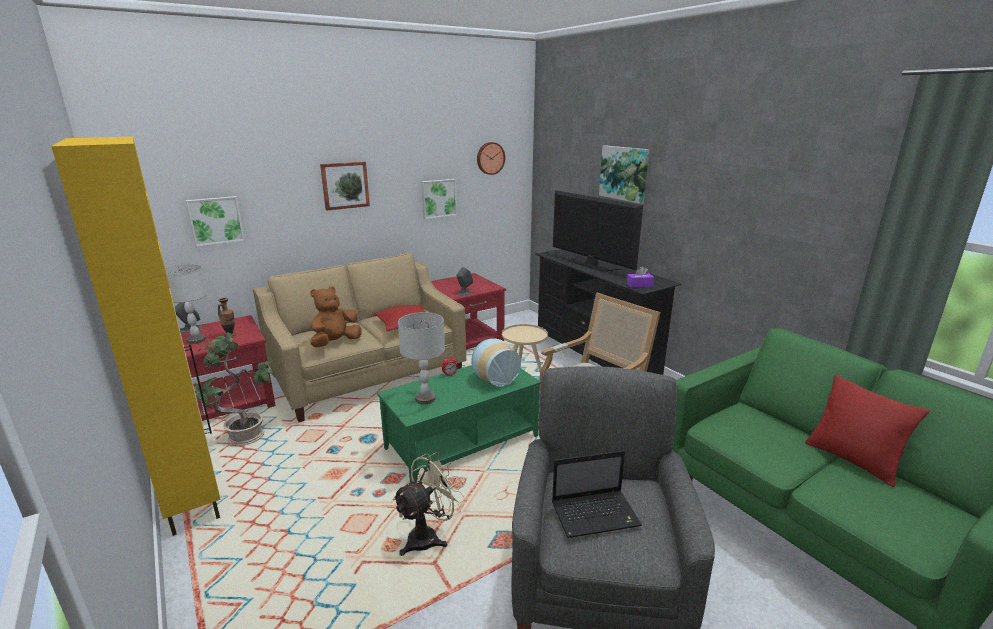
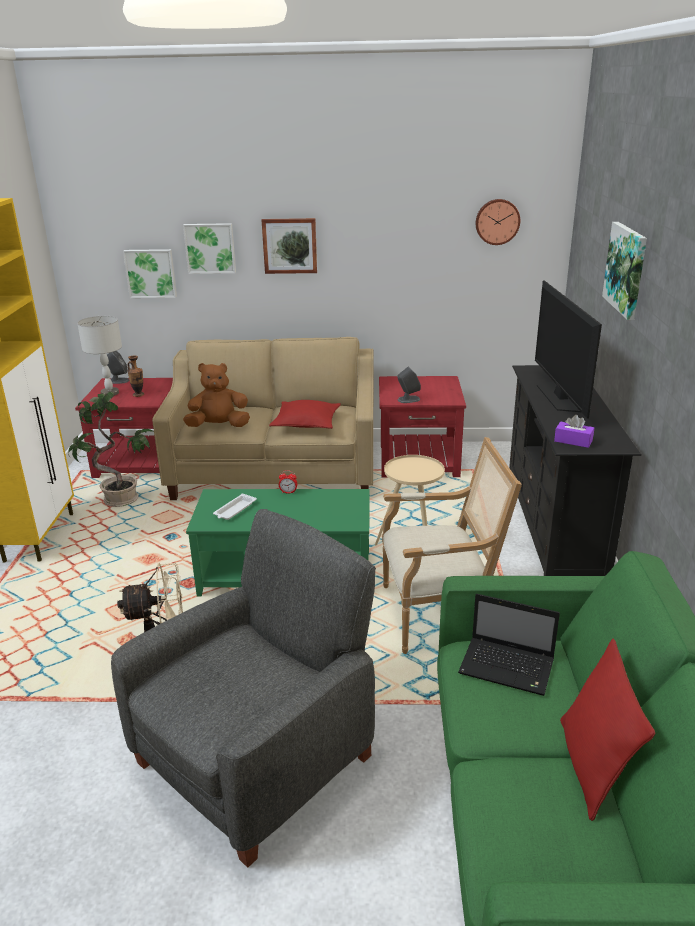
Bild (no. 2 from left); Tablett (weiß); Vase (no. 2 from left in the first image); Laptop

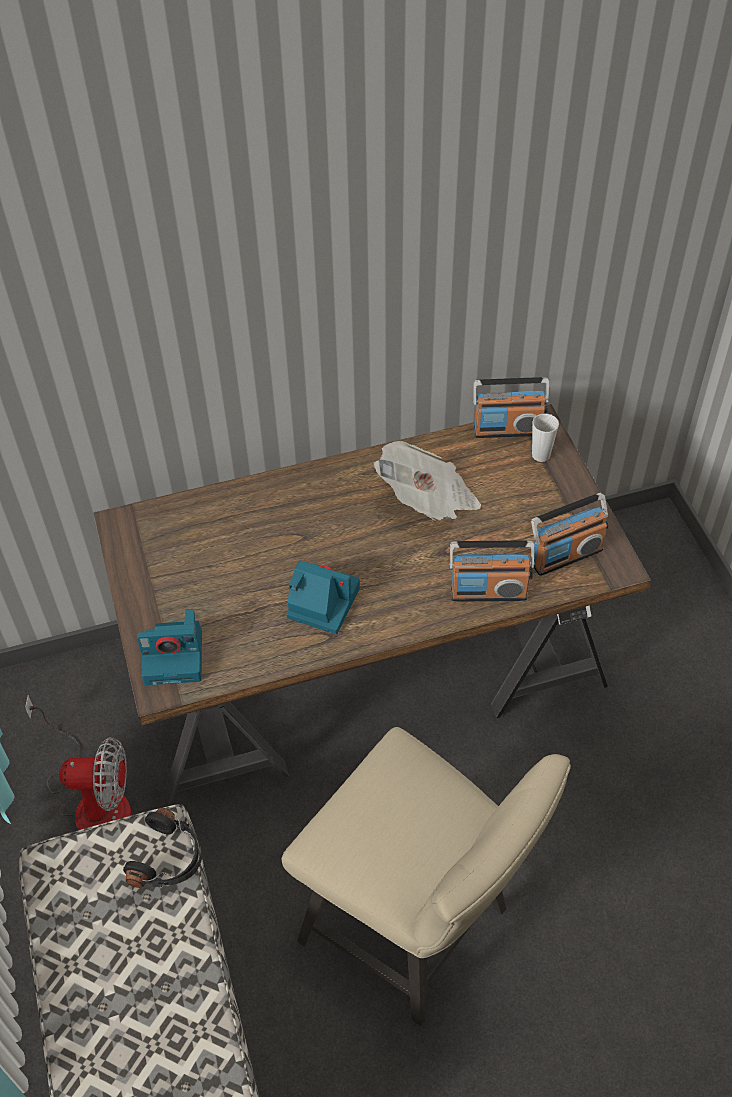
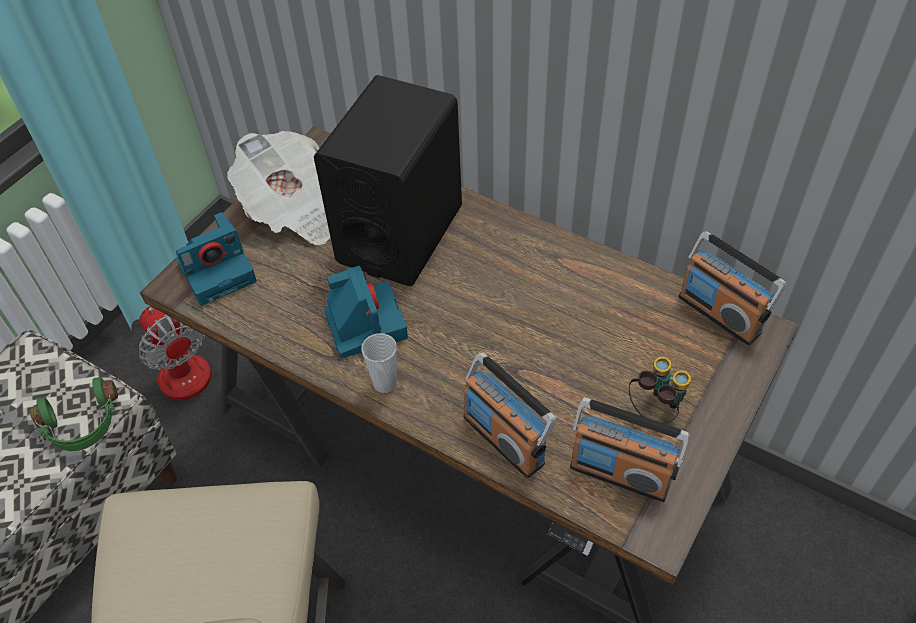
Tasse; Zeitung; Kamera (no. 1 from left); Kopfhörer (grün); Lautsprecher (schwarz); Fernglas

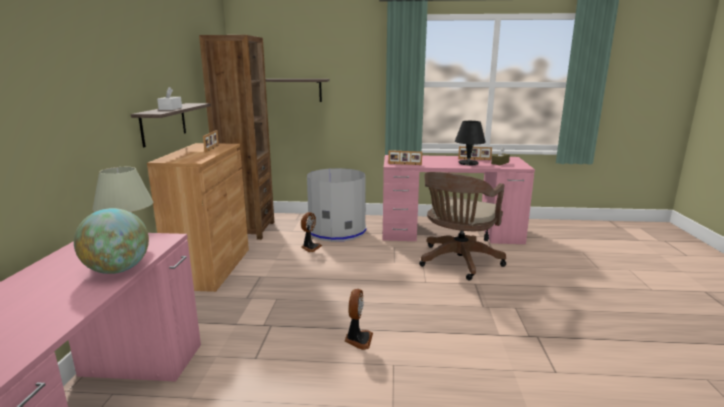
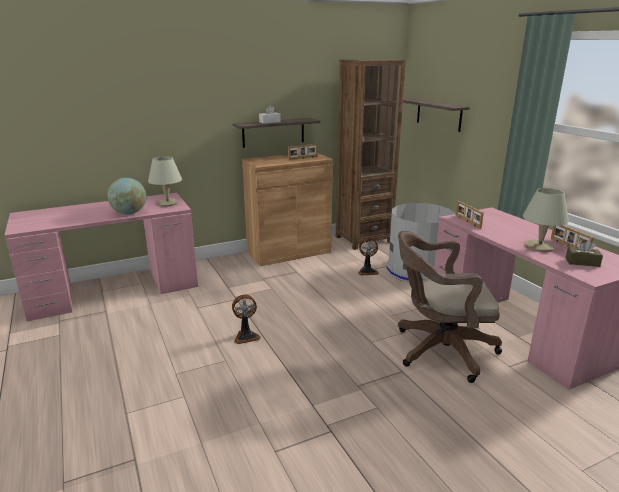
Tischlampe (beige) (no. 2 from left)

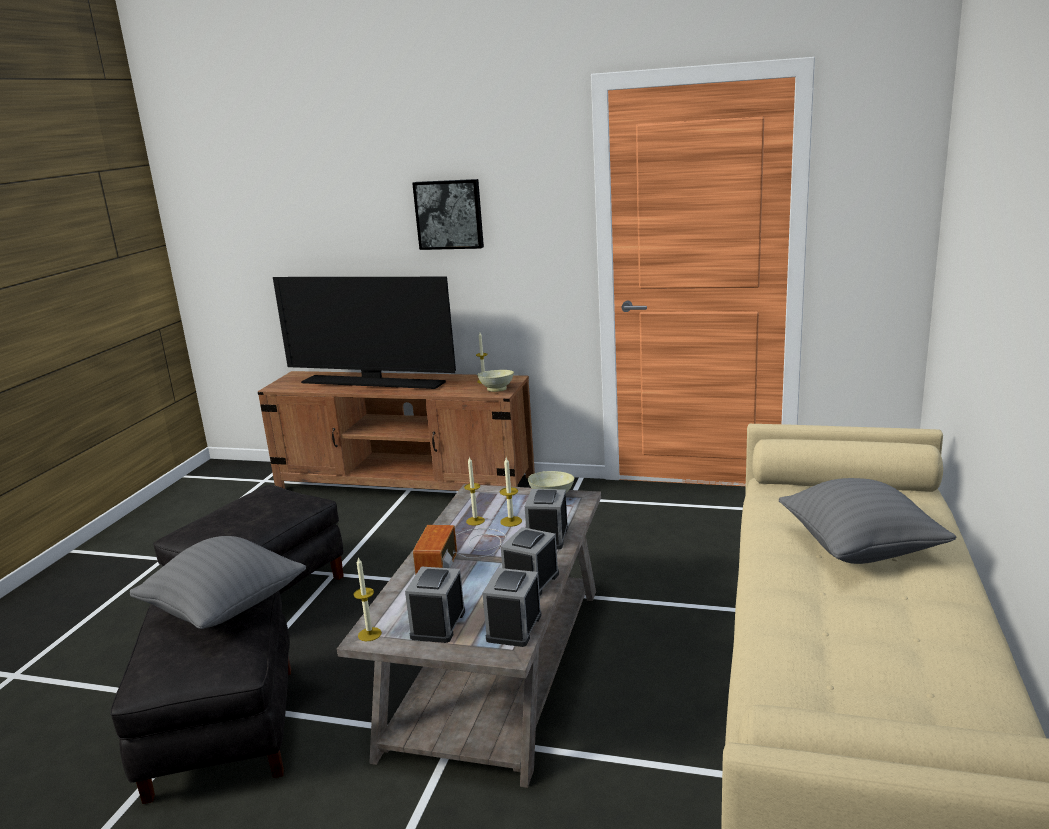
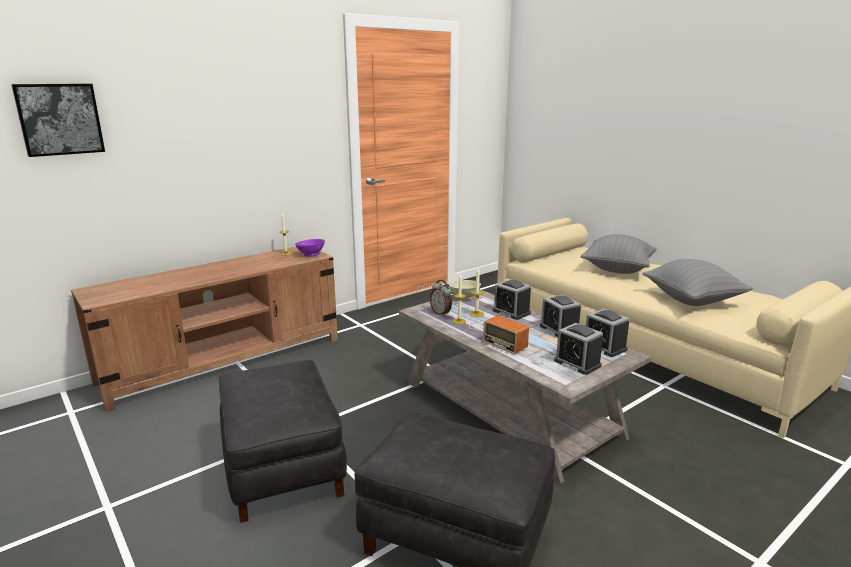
Bild; Fernseher; Schüssel (lila); Kissen (grau) (no. 2 from left); Kerze (no. 1 from left in the first image); Wecker (no. 1 from left)

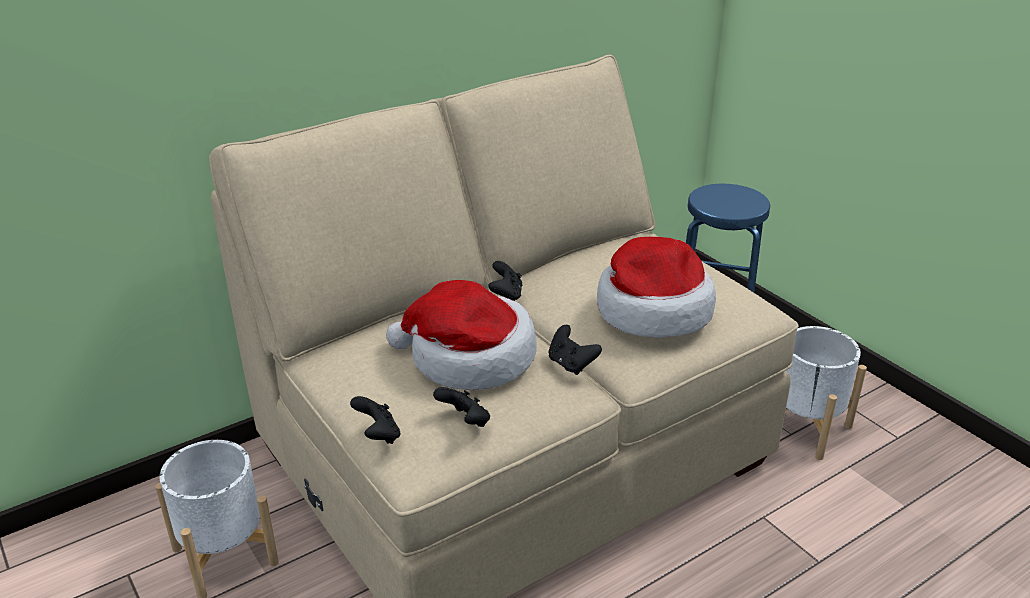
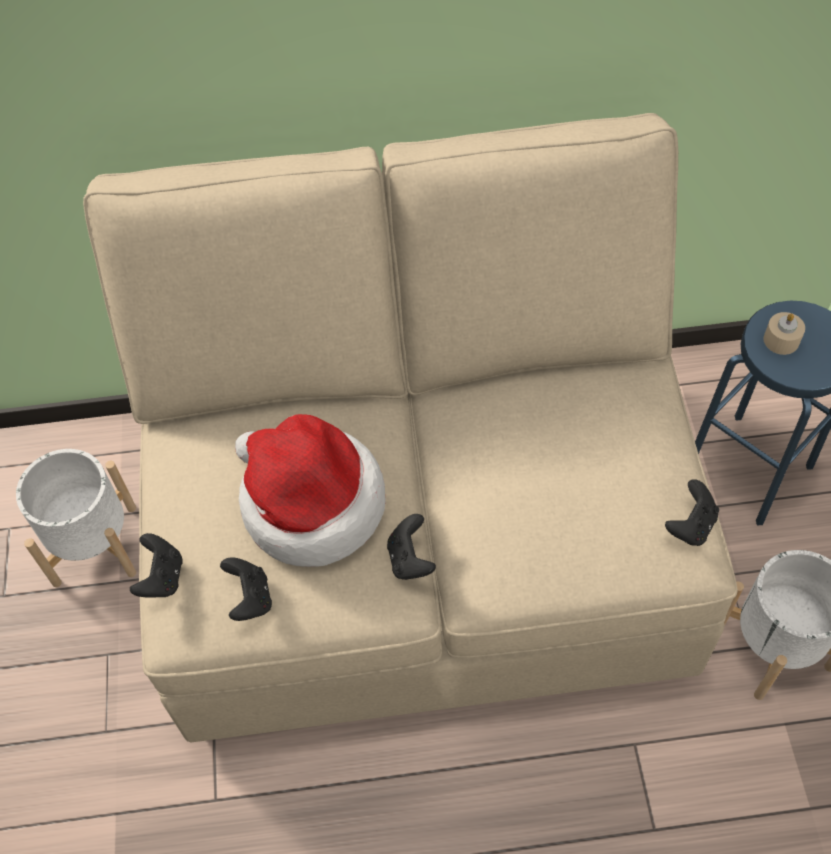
Hut (no. 2 from left in the first image); Gamepad (schwarz) (no. 4 from left); Kerze (beige)

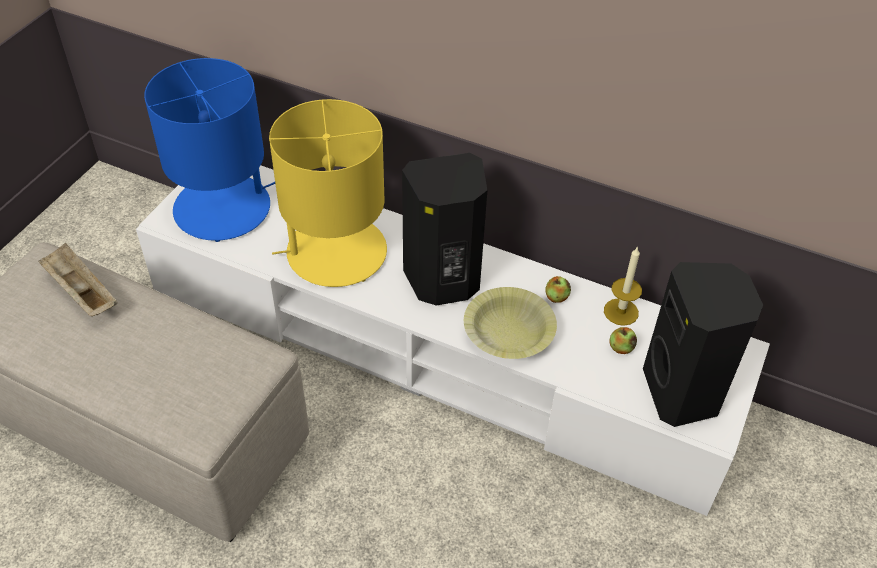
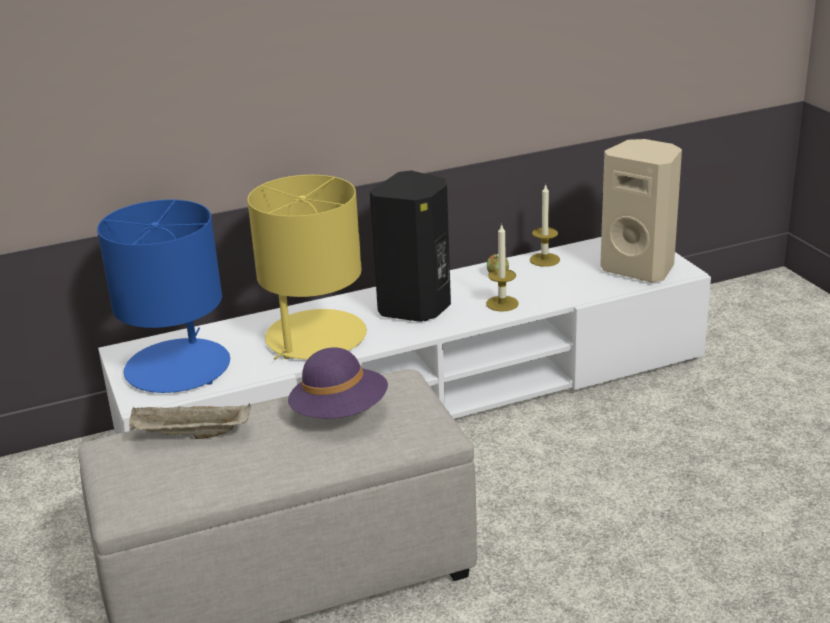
Lautsprecher (beige); Kerze (no. 1 from left); Apfel (no. 2 from left in the first image); Hut (lila)

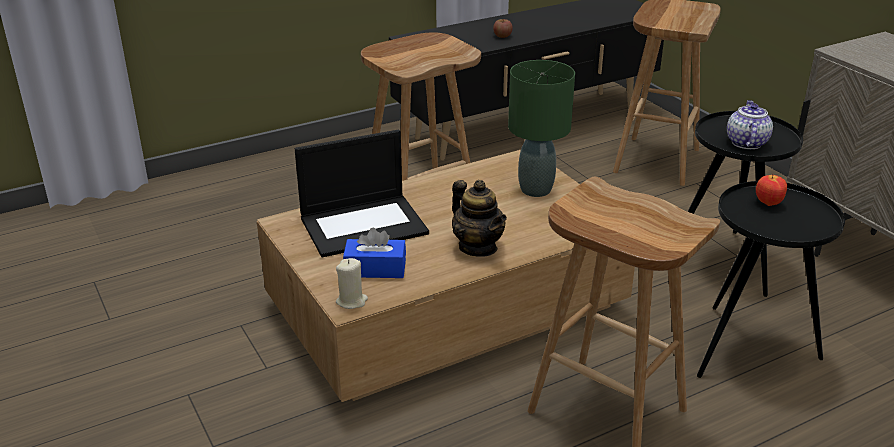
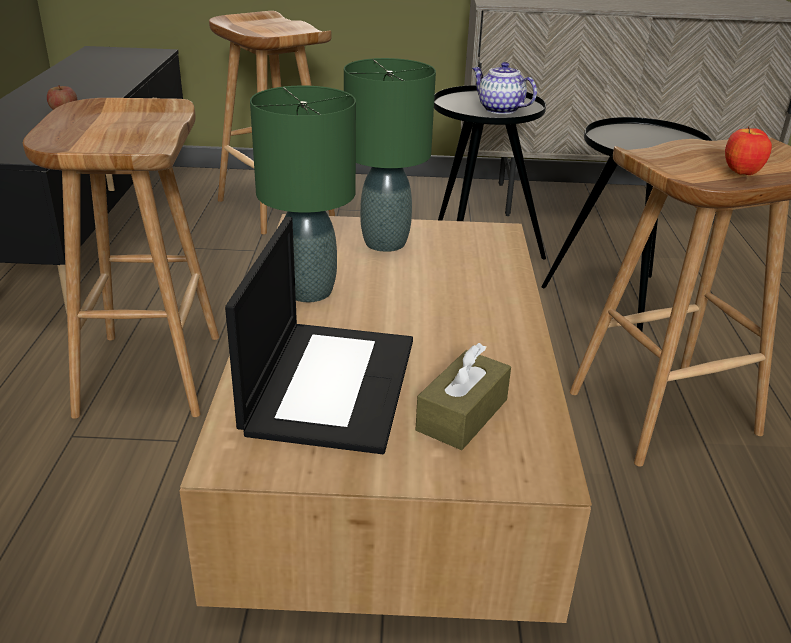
Apfel (no. 2 from left); Teekanne (no. 1 from left in the first image); Taschentuchbox (braun); Kerze (beige); Tischlampe (grün) (no. 1 from left)

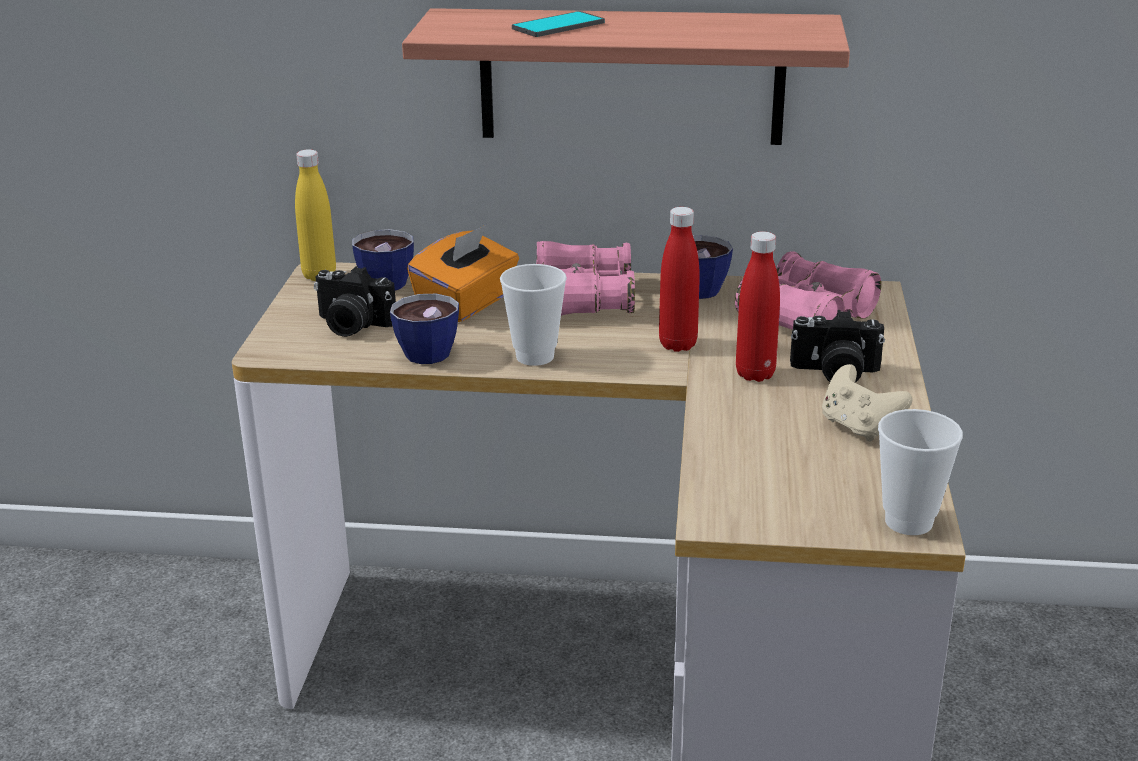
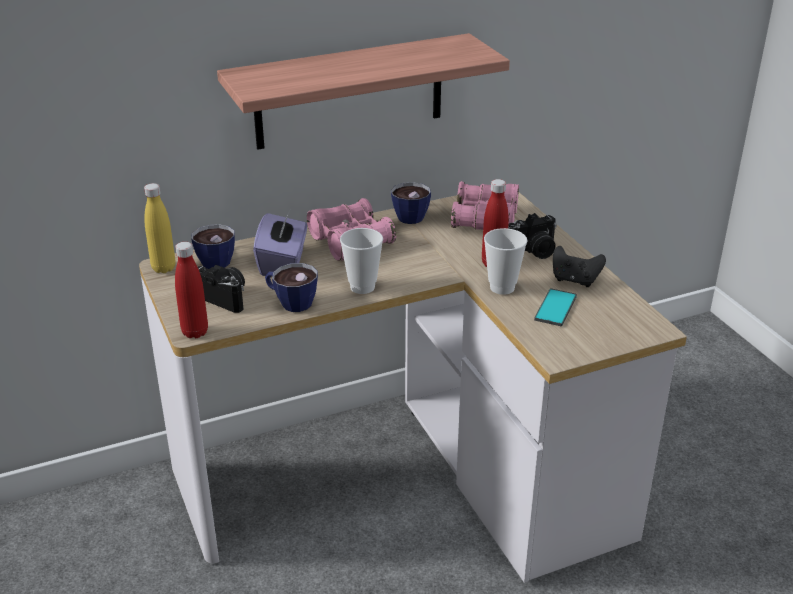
Handy; Flasche (rot) (no. 1 from left); Taschentuchbox (lila); Kamera (no. 1 from left); Gamepad (schwarz); Tasse (no. 5 from left)

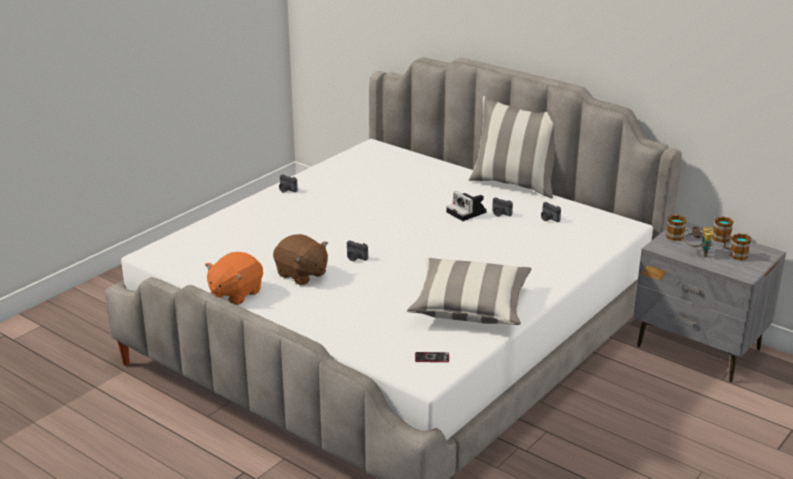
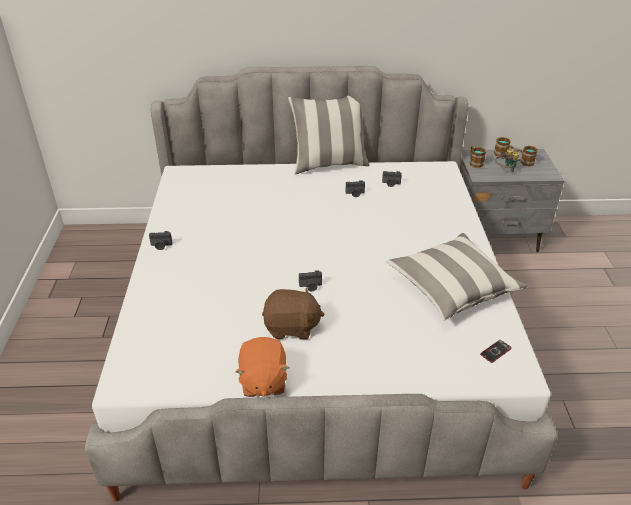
Kamera (no. 3 from left in the first image)

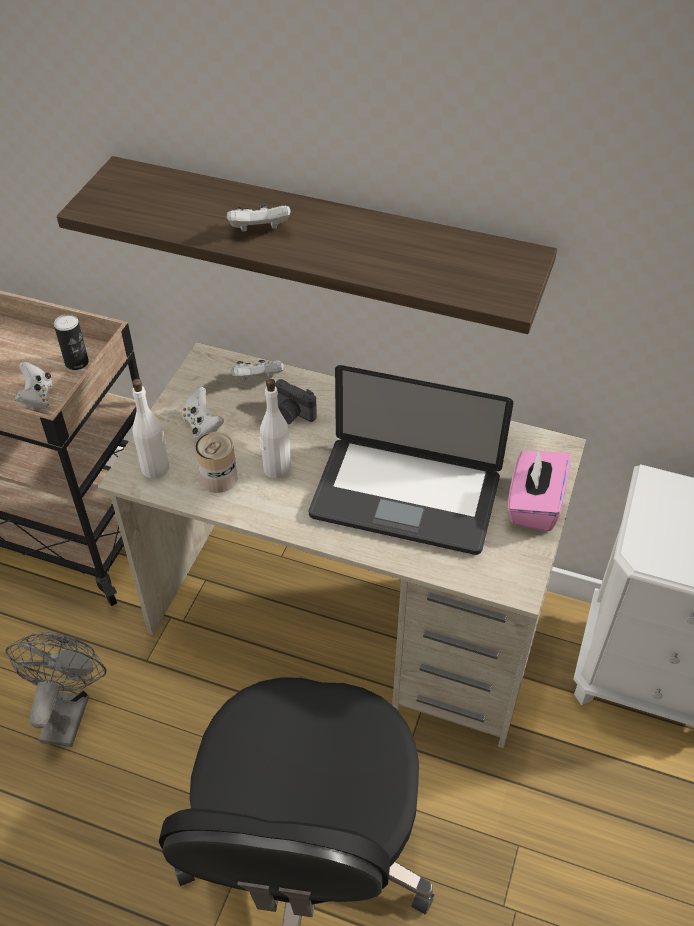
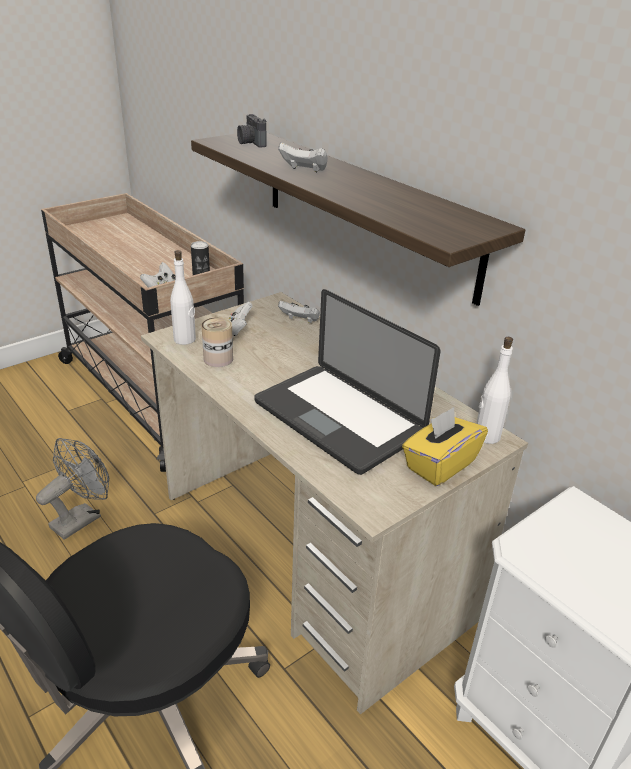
Flasche (weiß) (no. 2 from left); Kamera; Taschentuchbox (gelb)

